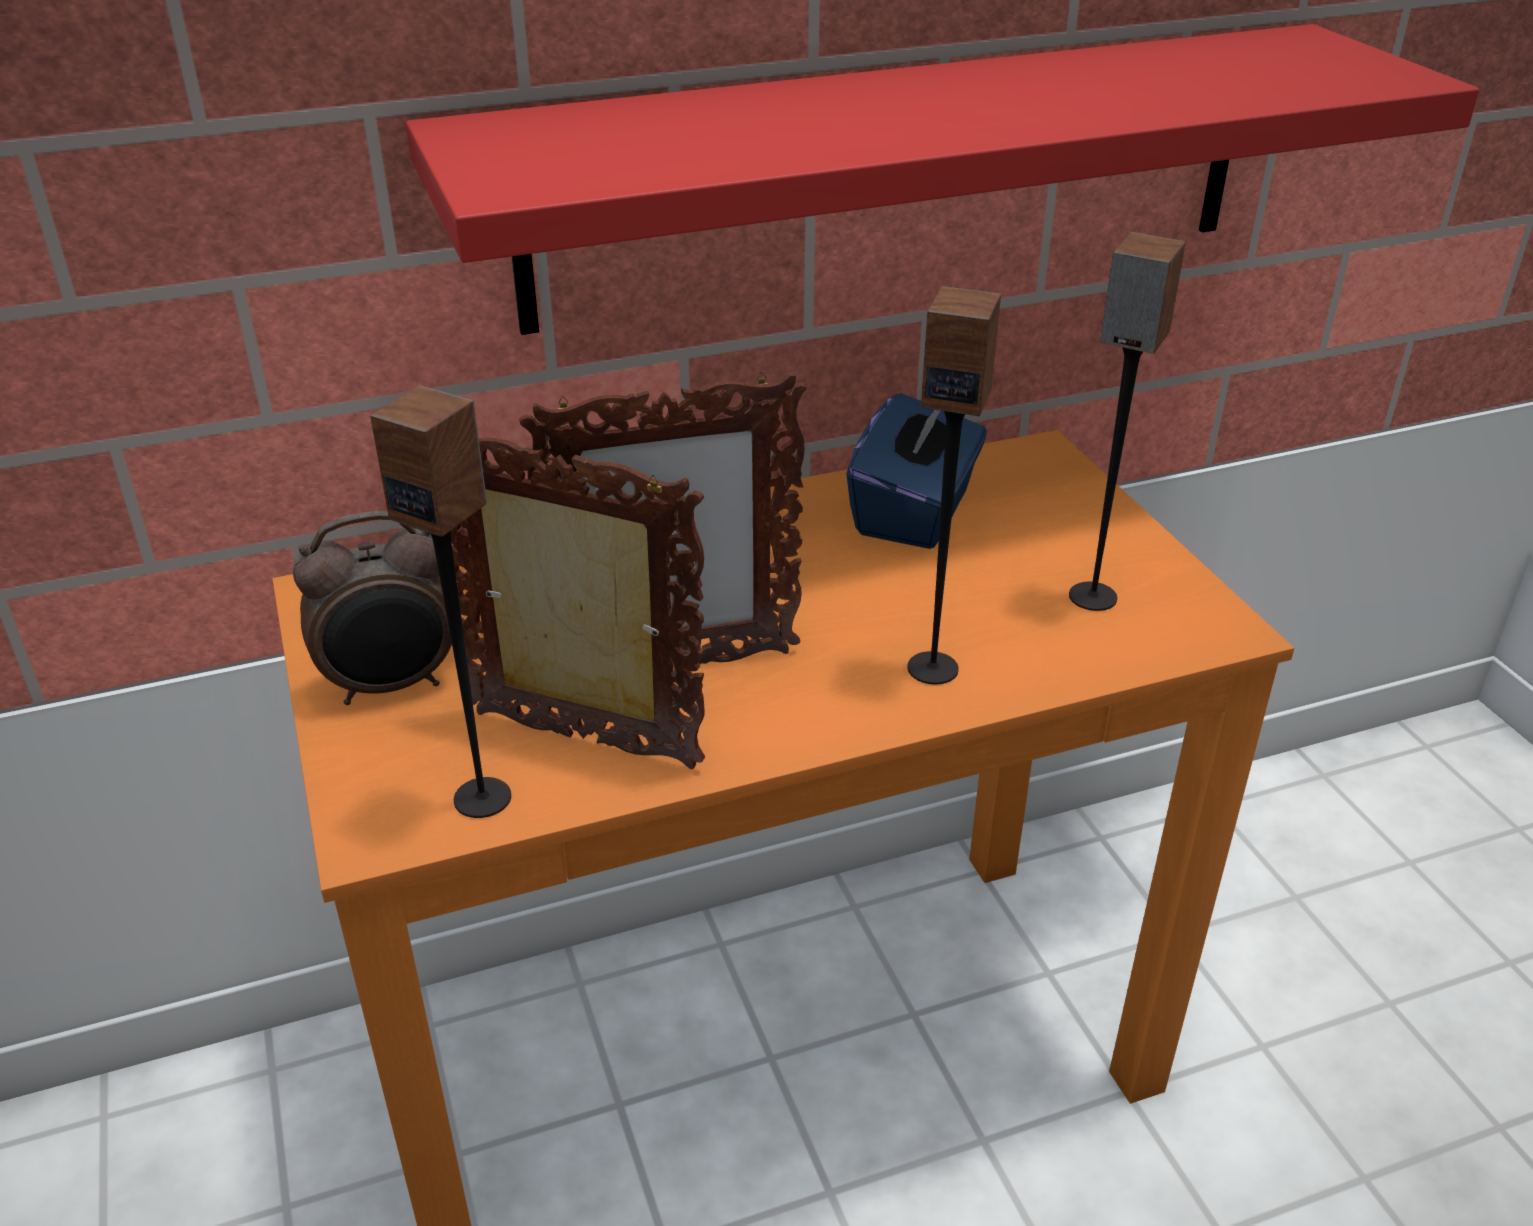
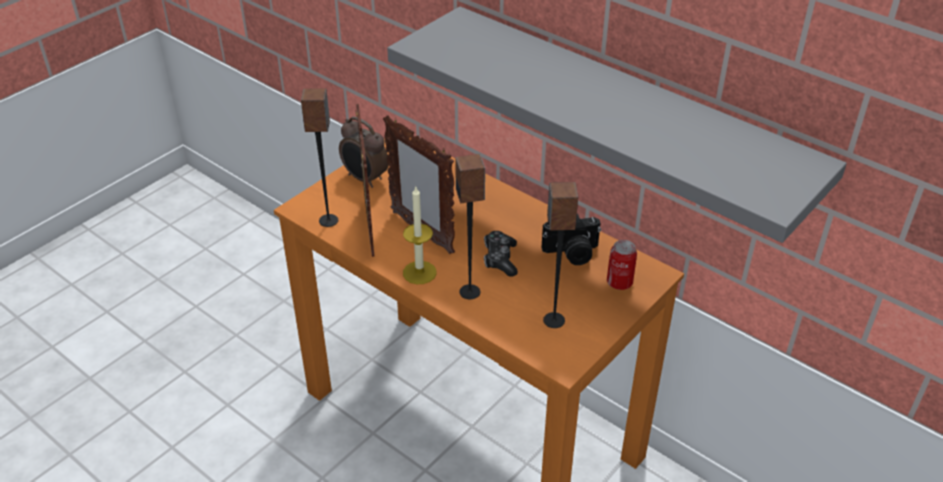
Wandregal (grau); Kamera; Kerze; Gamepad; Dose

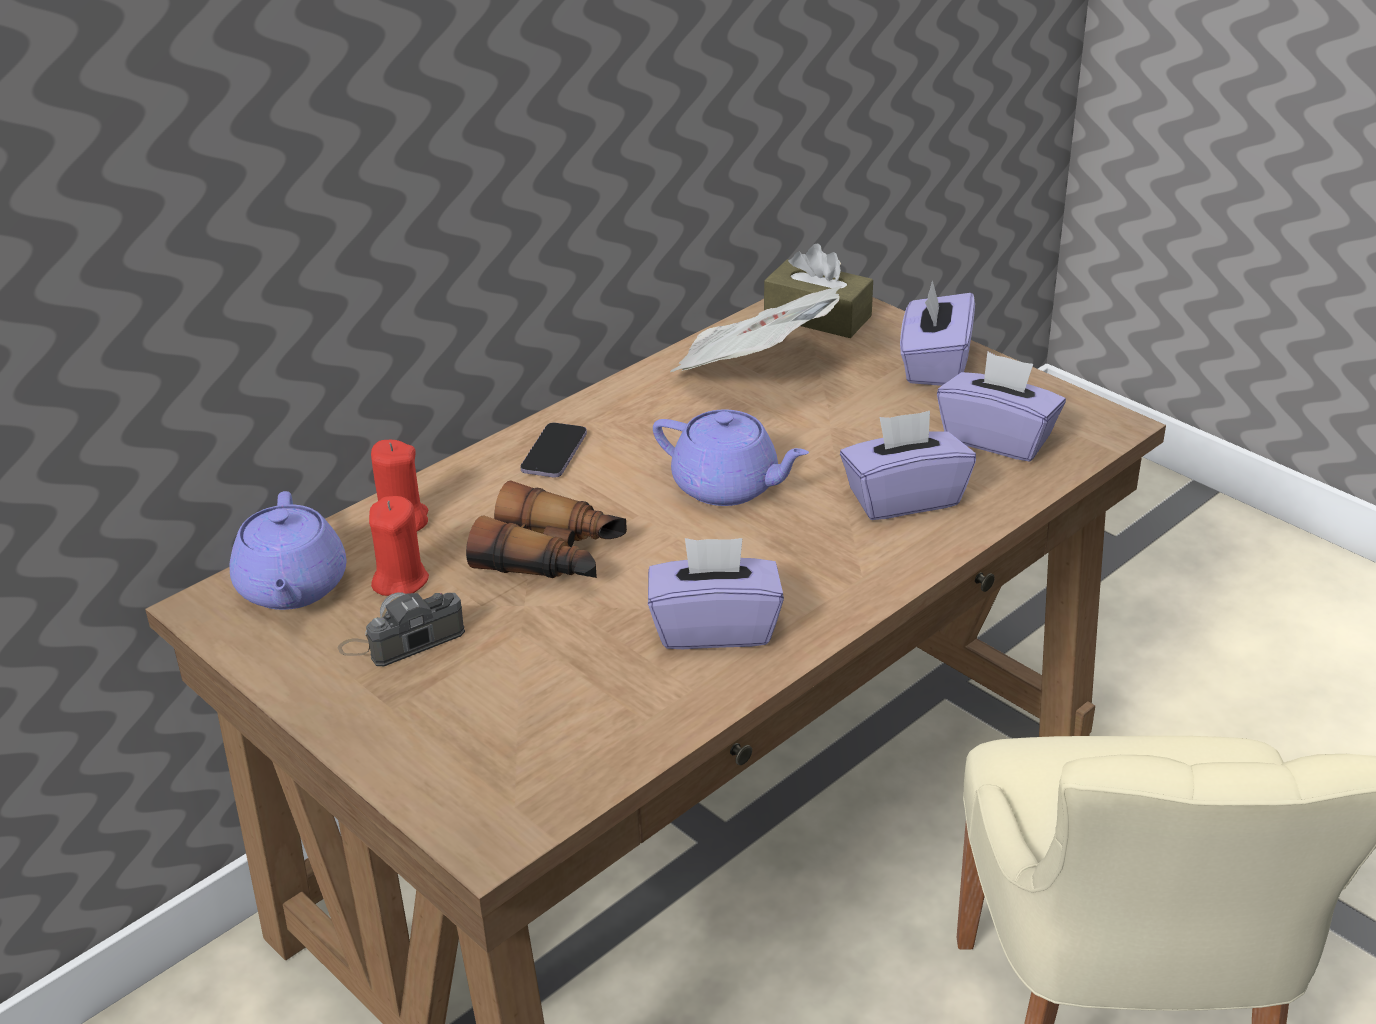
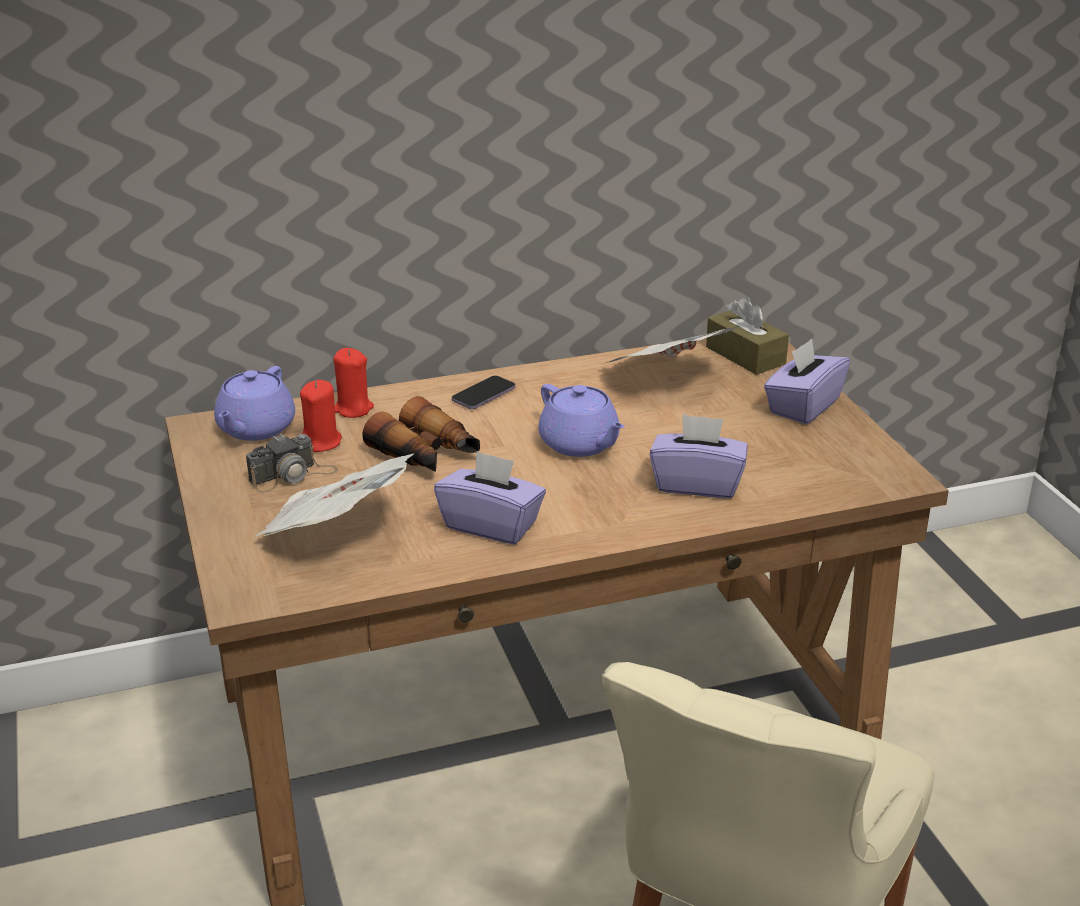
Taschentuchbox (lila) (no. 4 from left in the first image); Kamera; Zeitung (no. 1 from left)

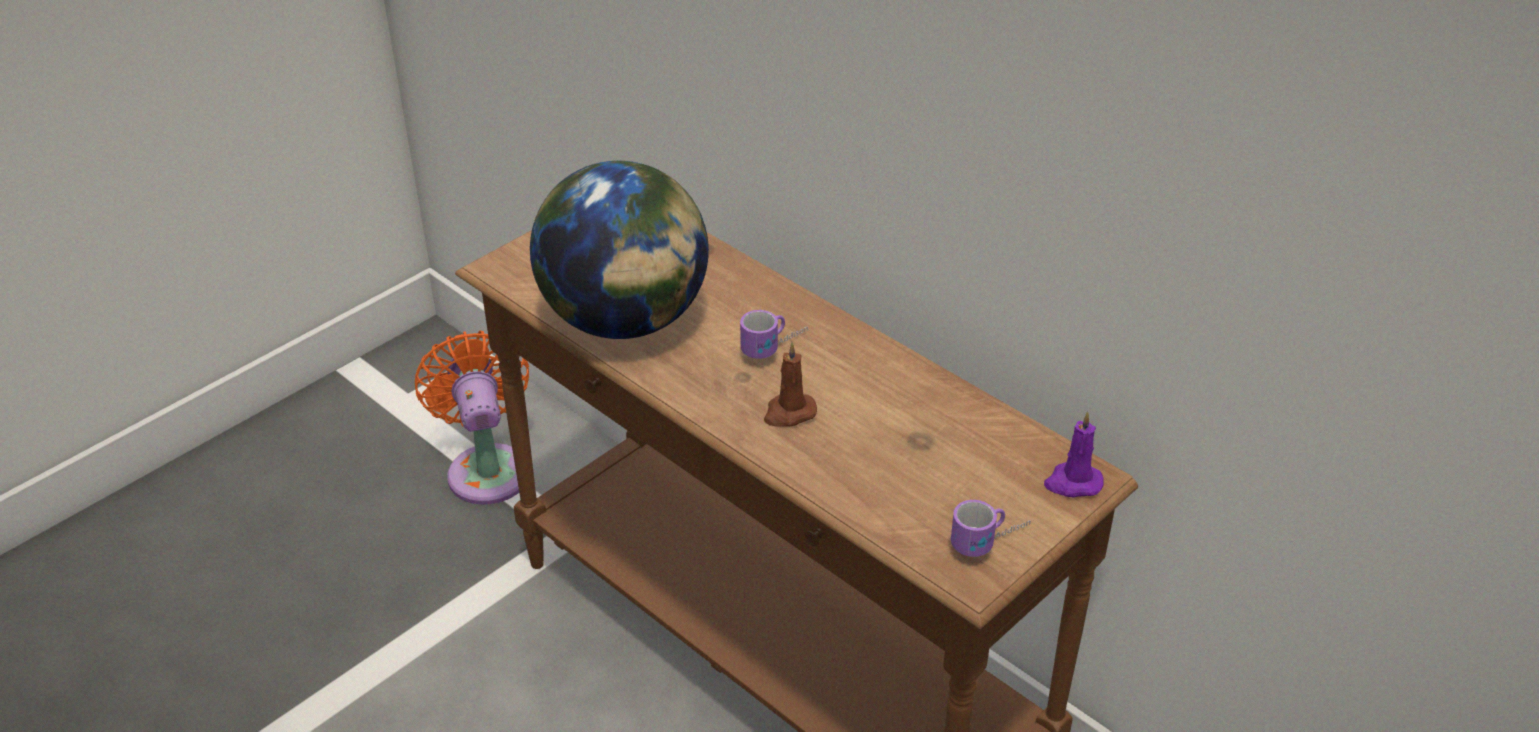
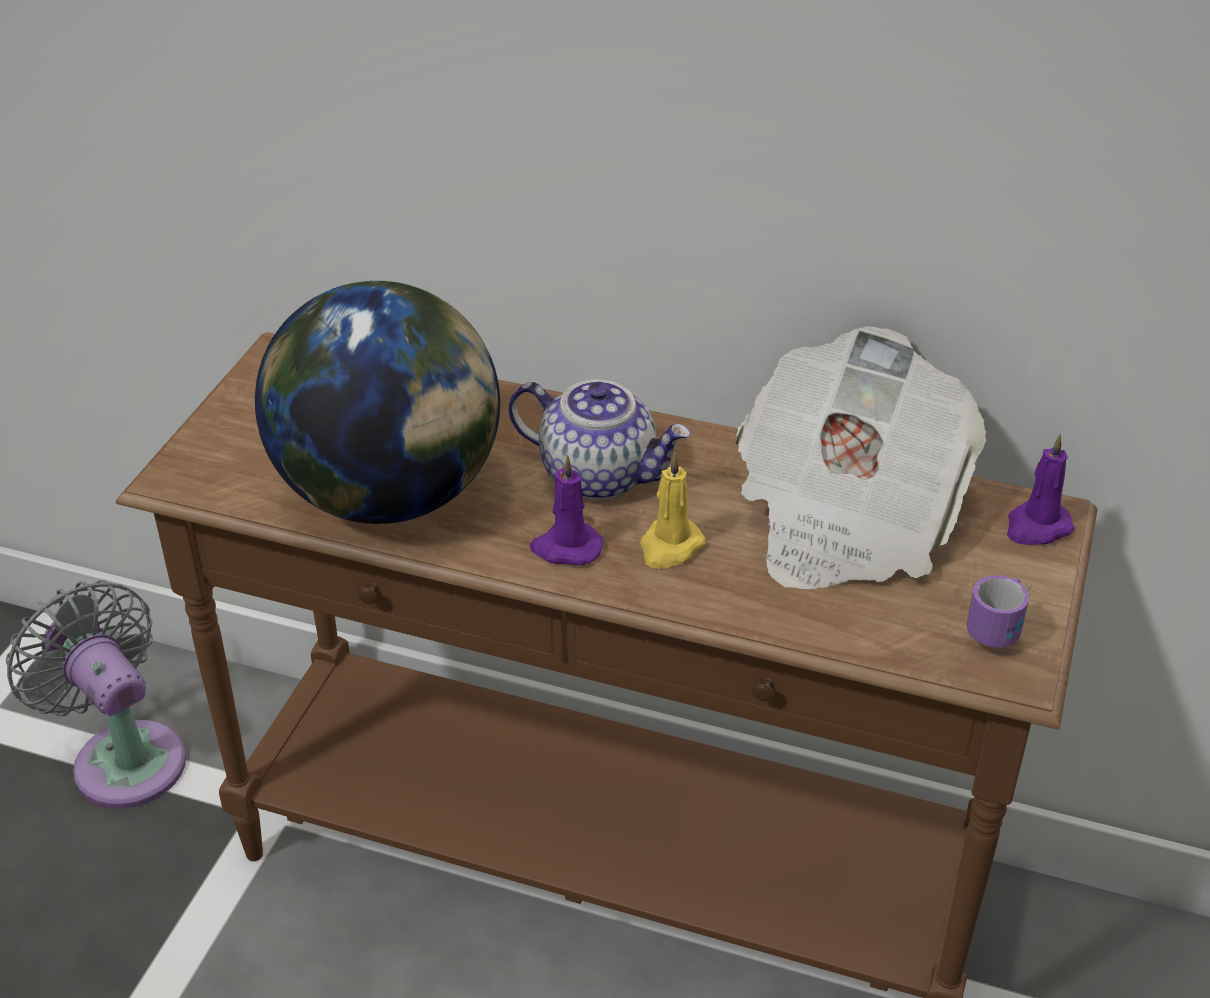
Teekanne; Ventilator (grau); Kerze (gelb); Zeitung; Kerze (lila) (no. 1 from left)

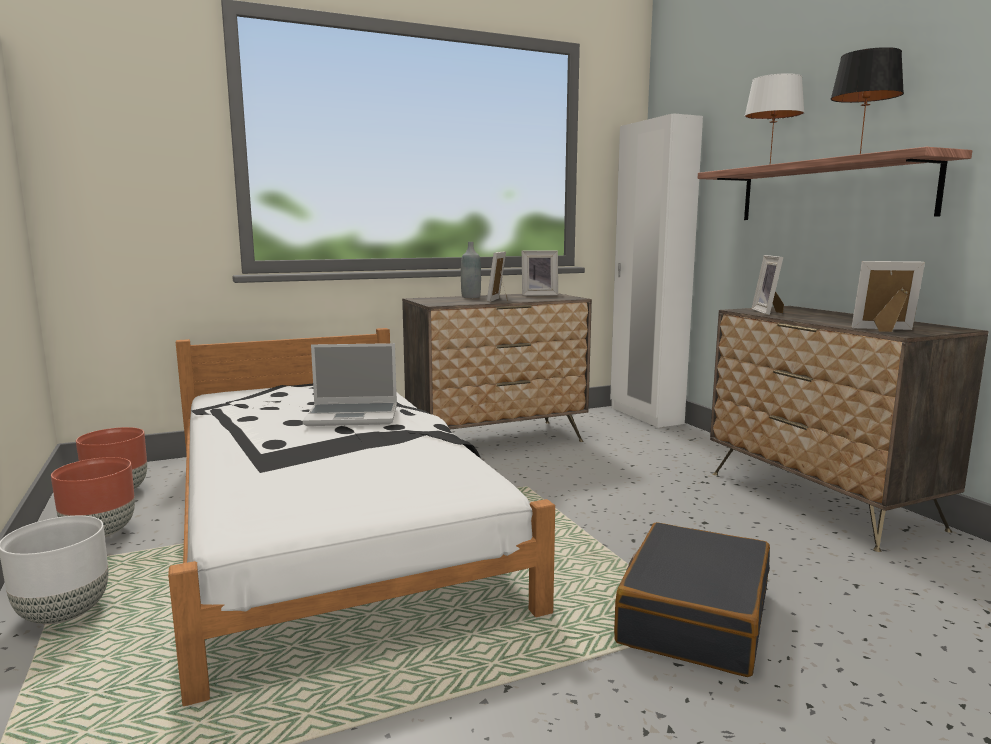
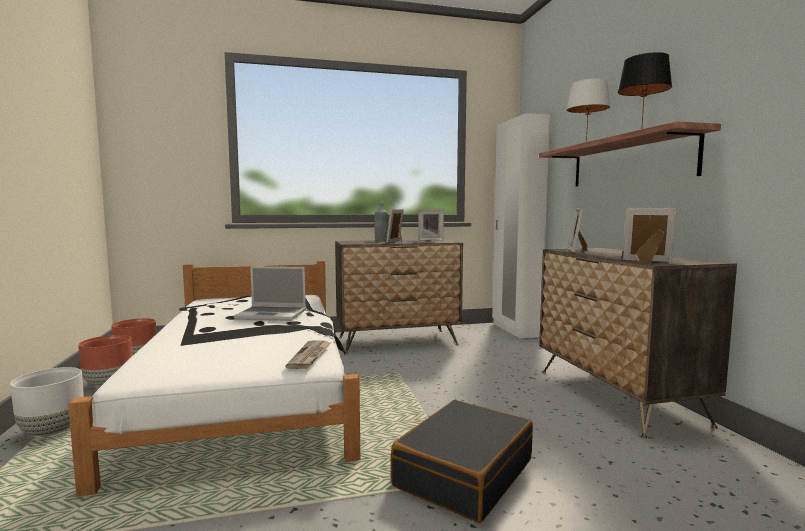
Zeitung

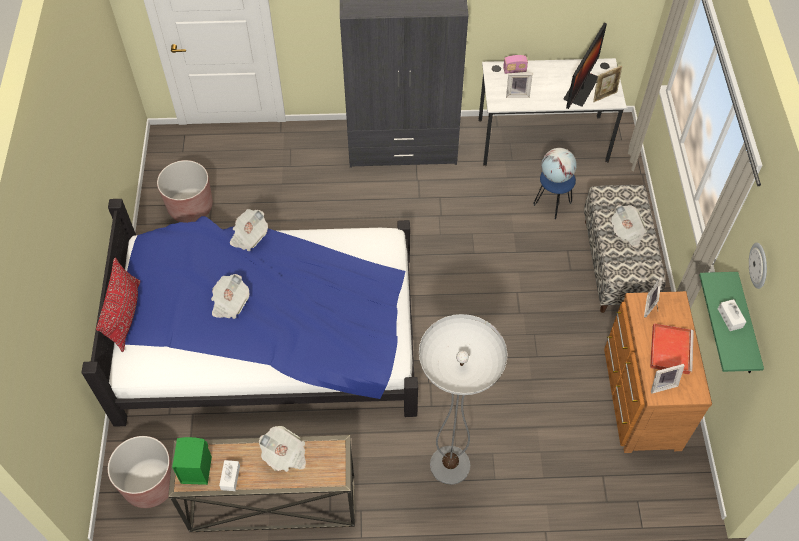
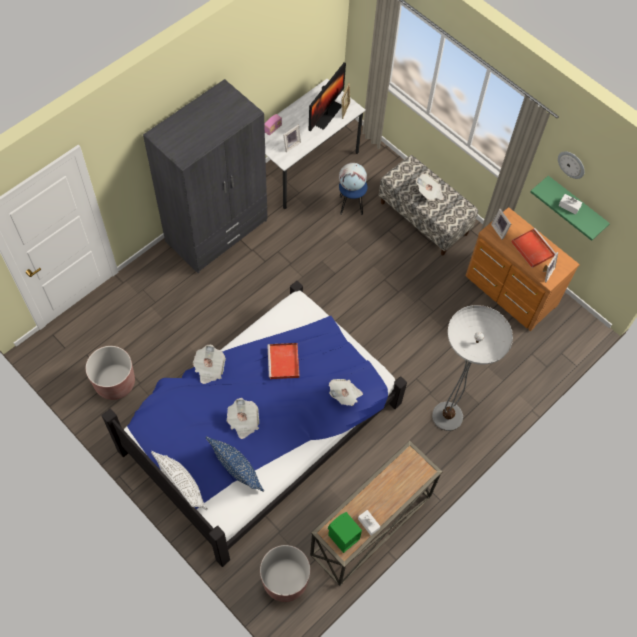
Monitor; Kissen (weiß); Zeitung (no. 3 from left); Tablett (rot) (no. 1 from left); Kissen (blau)

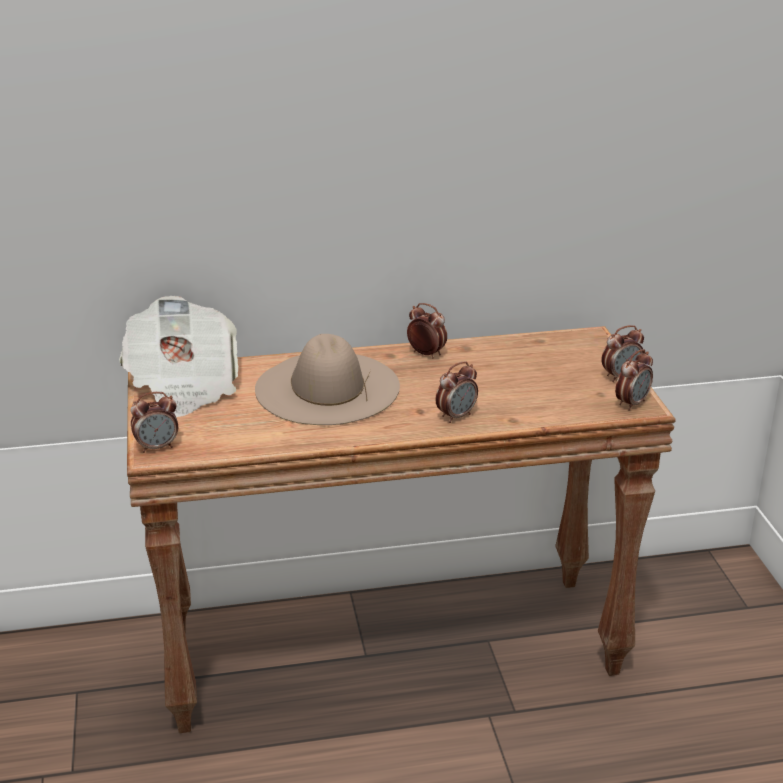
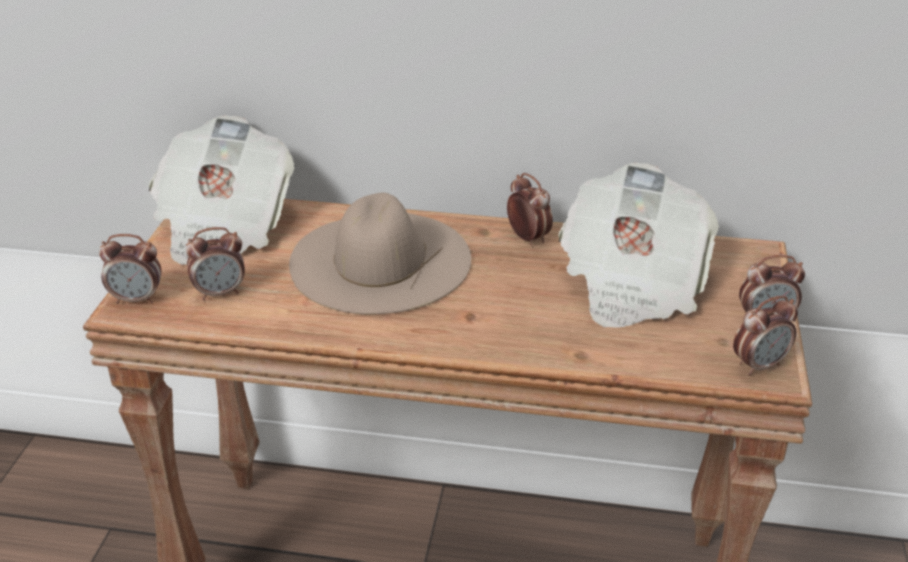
Wecker (no. 2 from left); Zeitung (no. 2 from left)

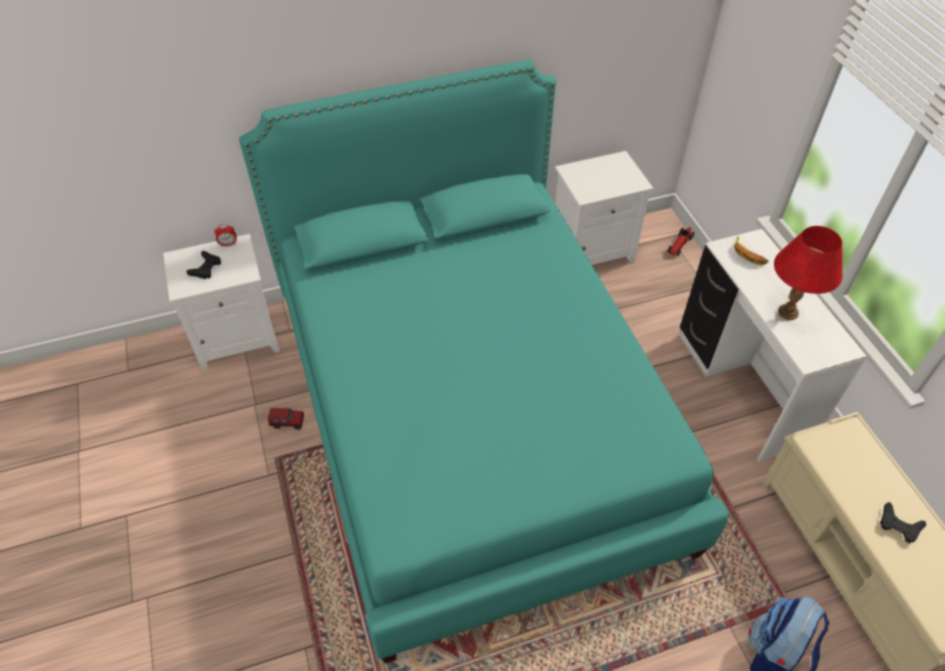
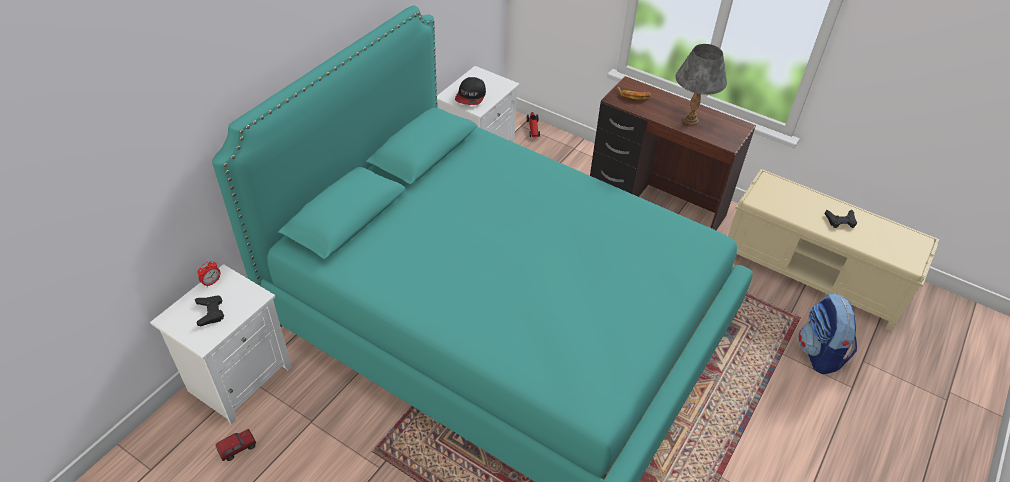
Tischlampe (grau); Schreibtisch (braun); Spielzeuglaster; Kappe

